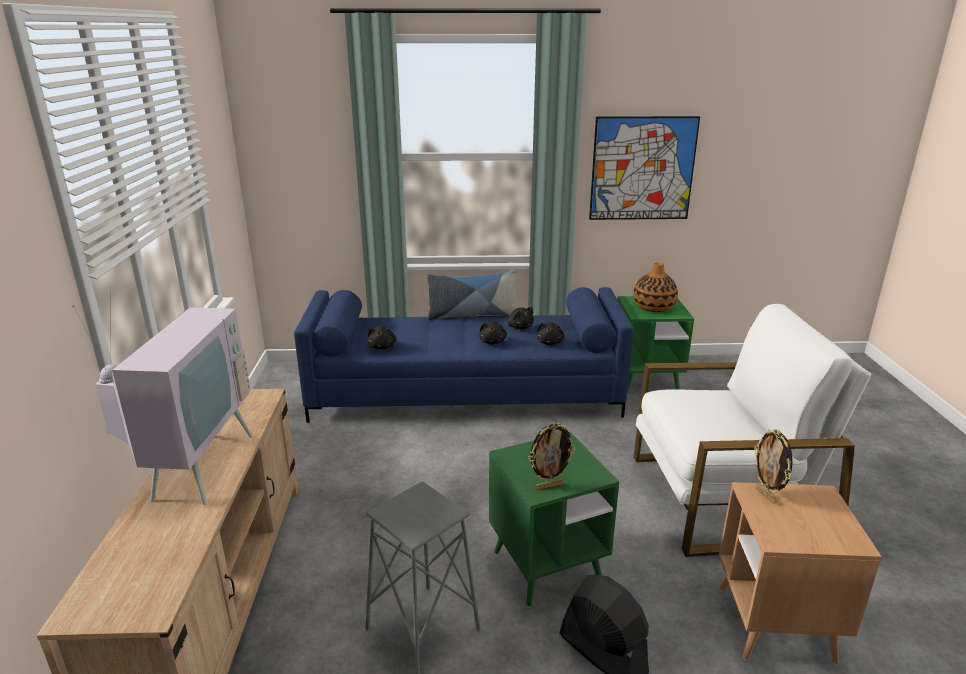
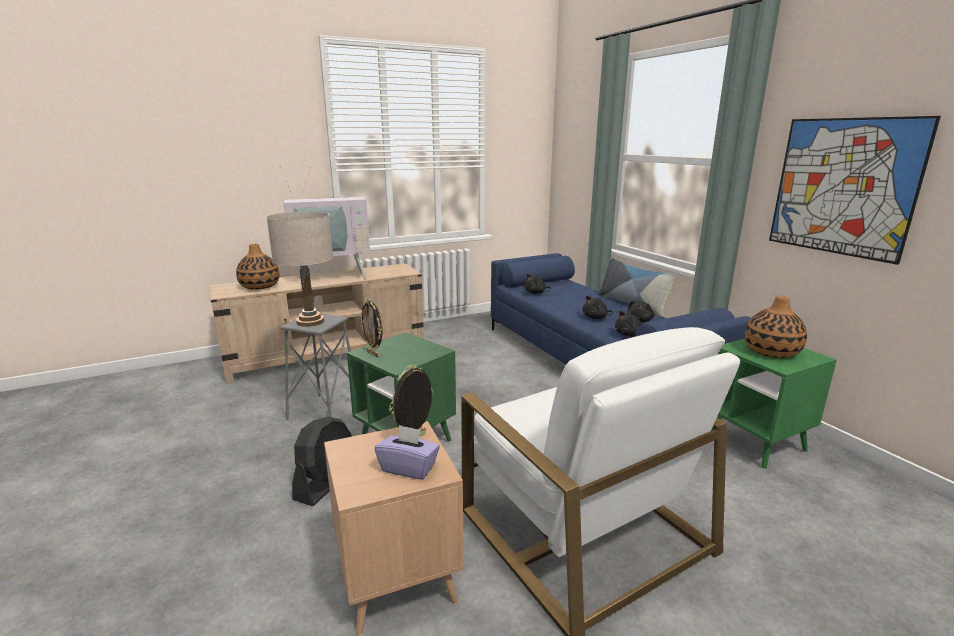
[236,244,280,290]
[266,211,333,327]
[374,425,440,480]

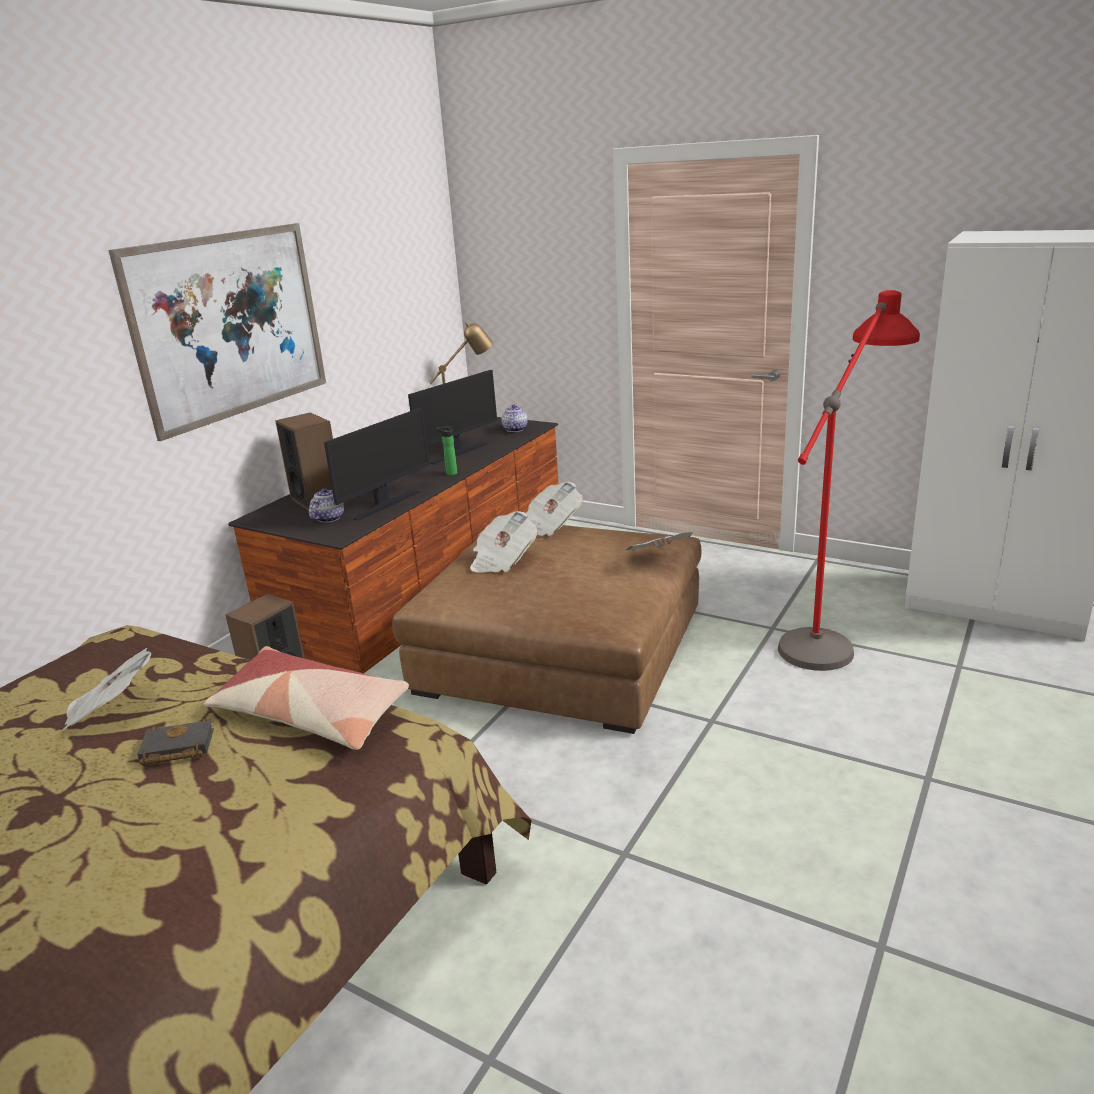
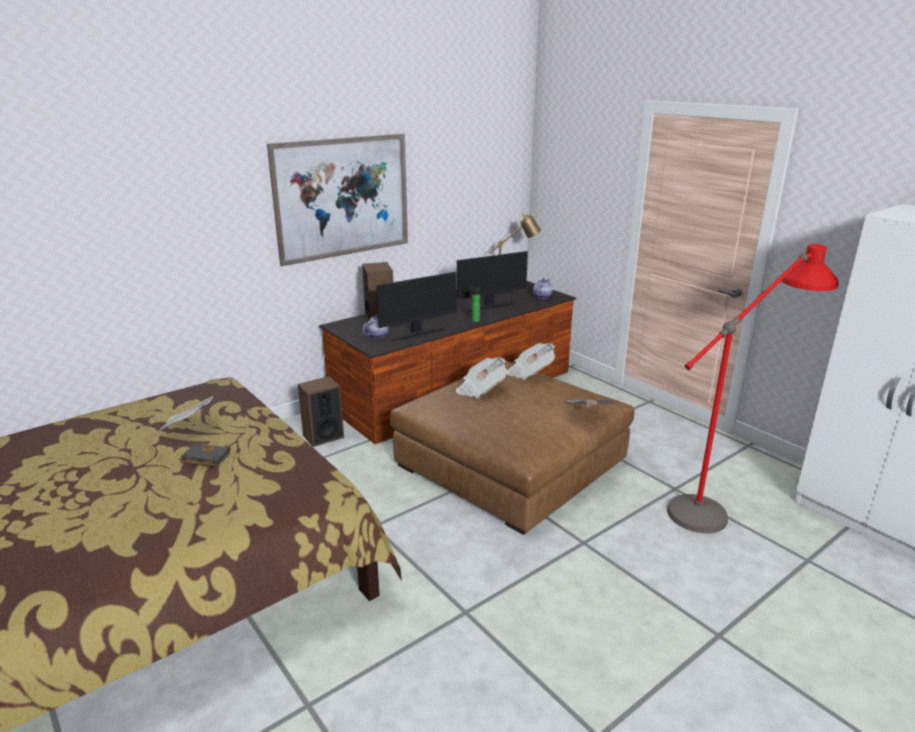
[204,646,409,750] (first image)

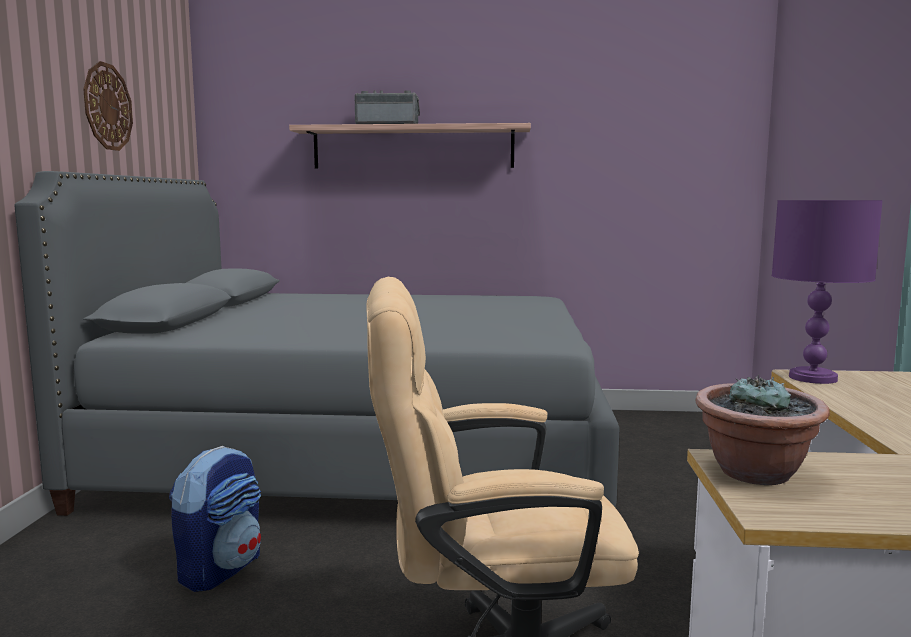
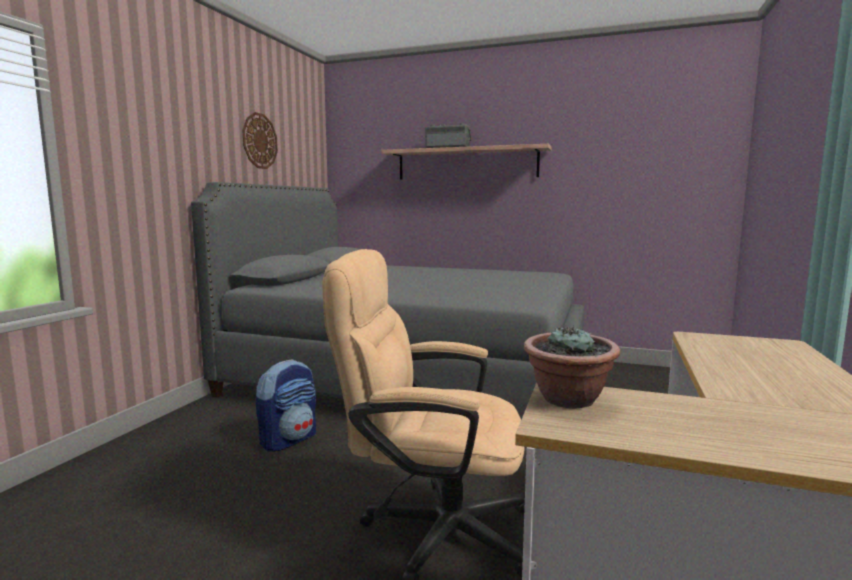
[772,200,883,384] (first image)

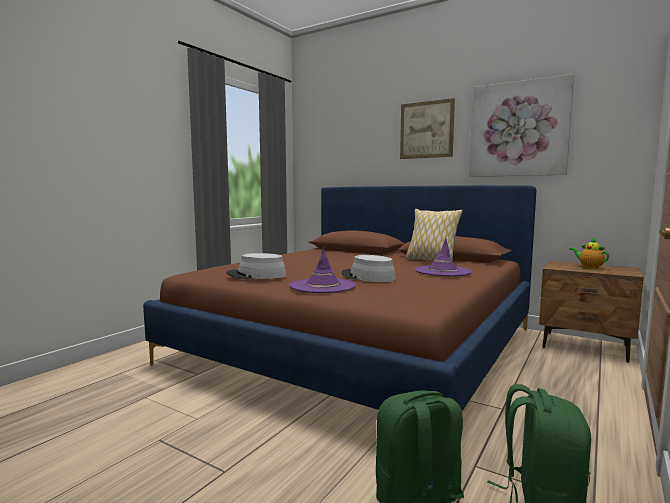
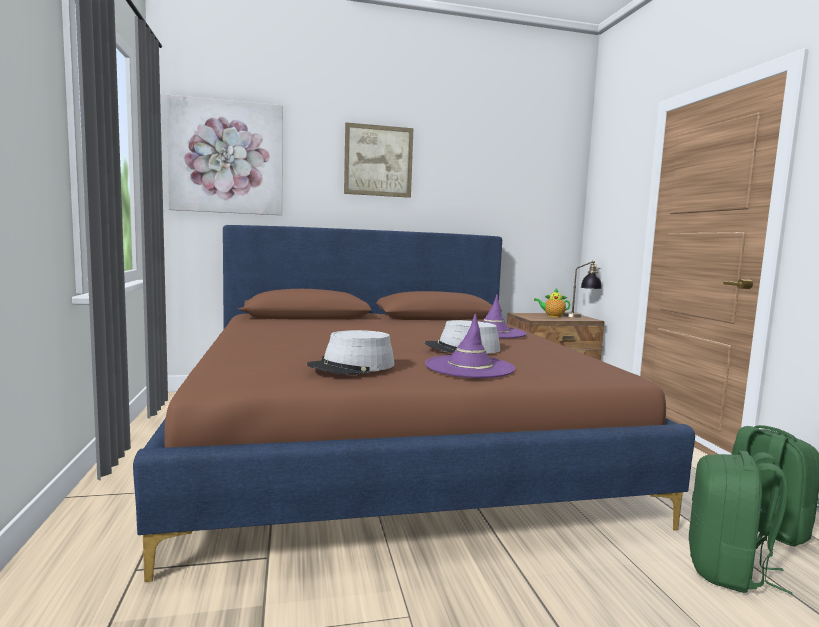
[405,209,463,261] (first image)
[563,260,602,317]
[166,95,283,215]

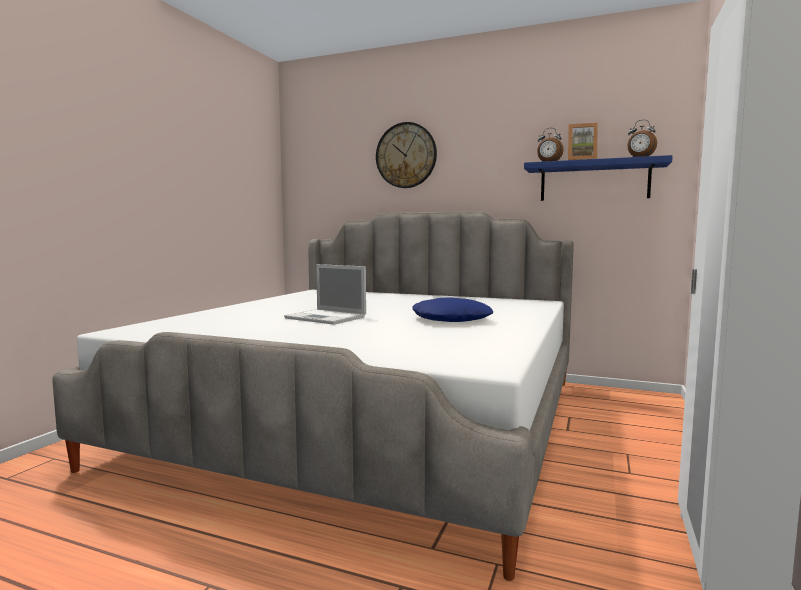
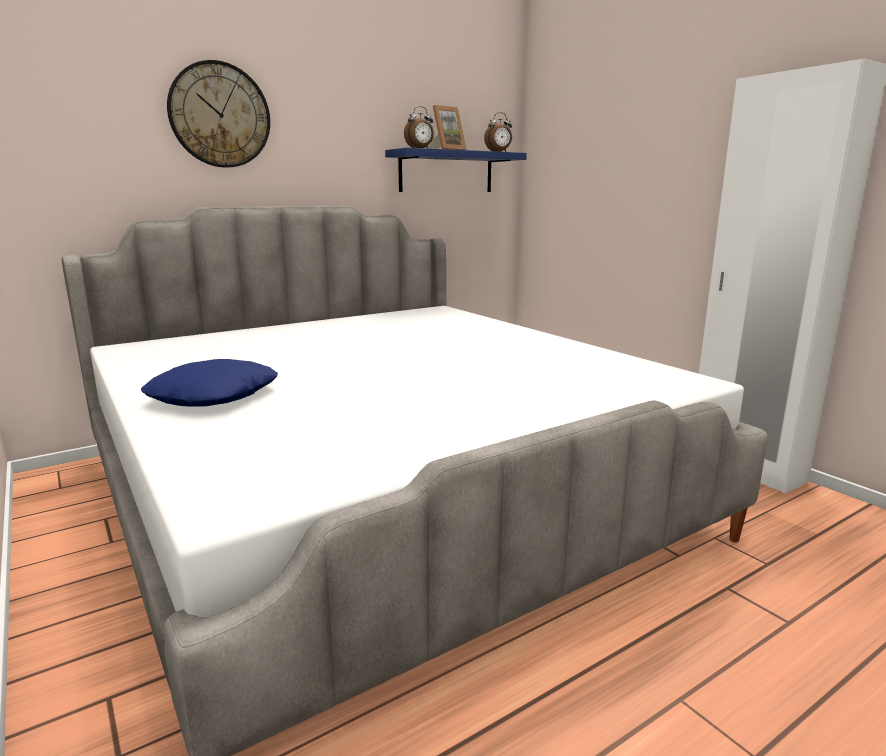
[284,264,366,325] (first image)
[141,359,278,407]

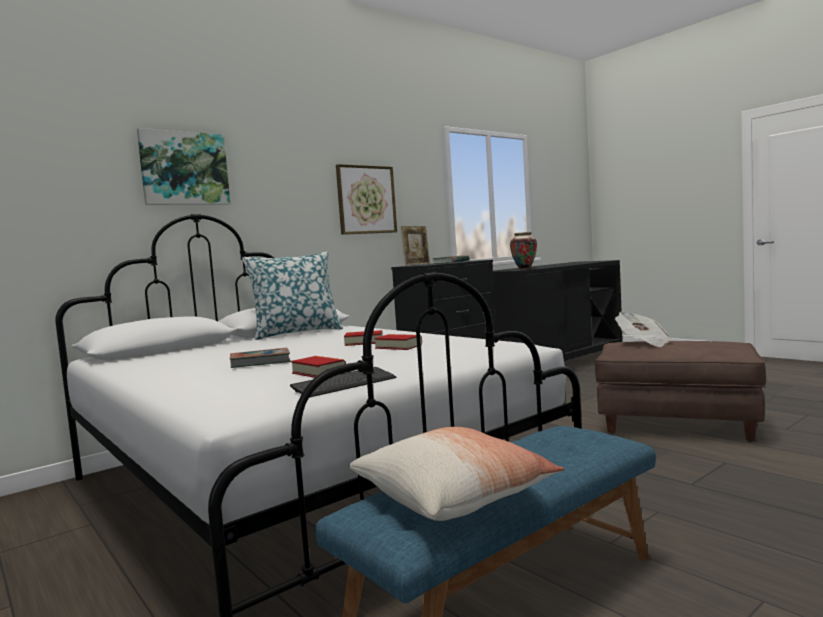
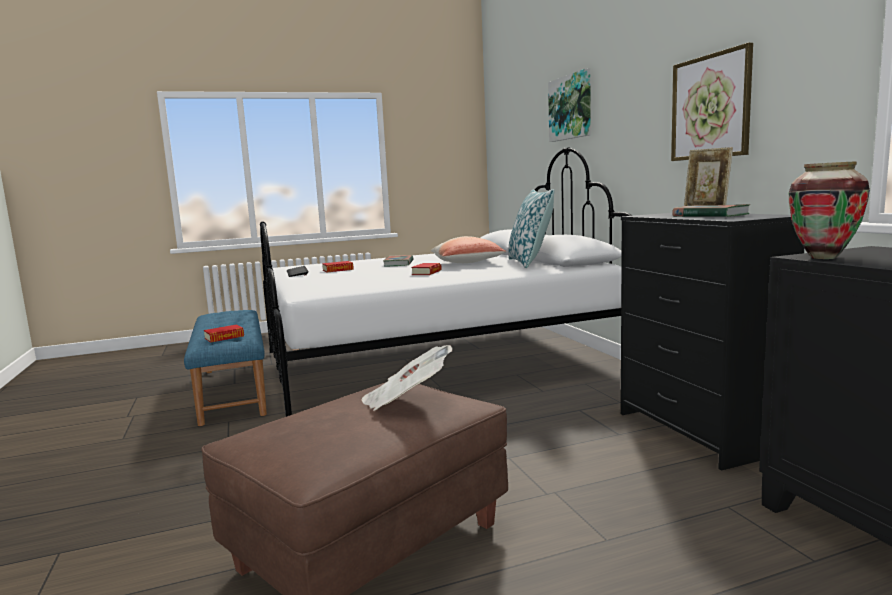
[431,236,507,263]
[204,325,244,343]

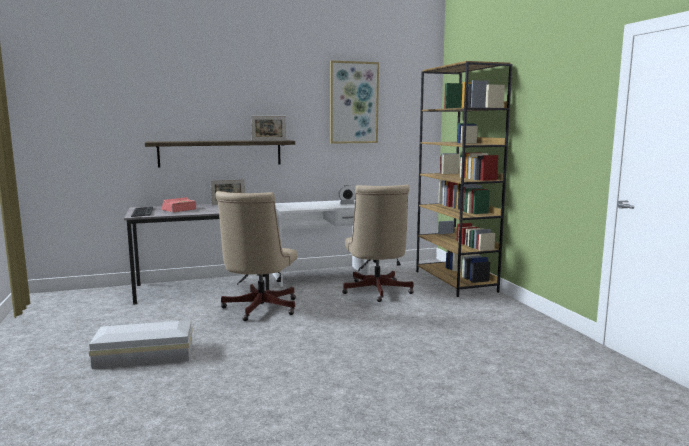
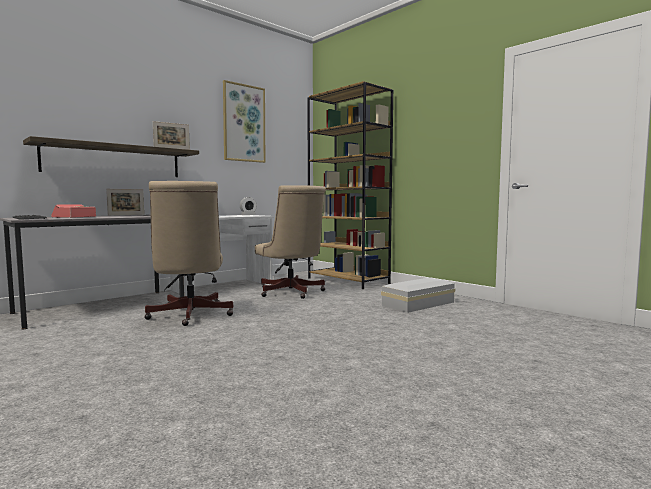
[381,277,455,313]

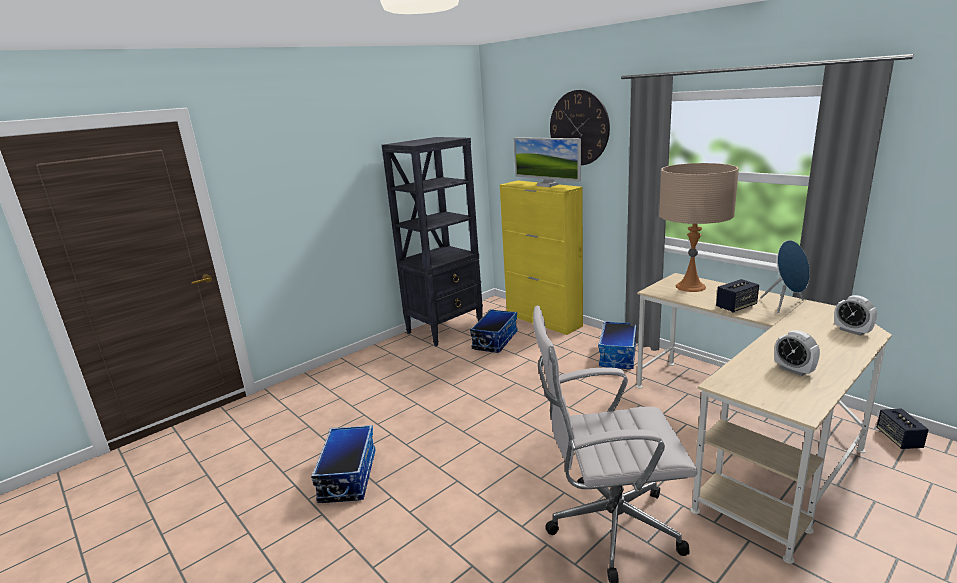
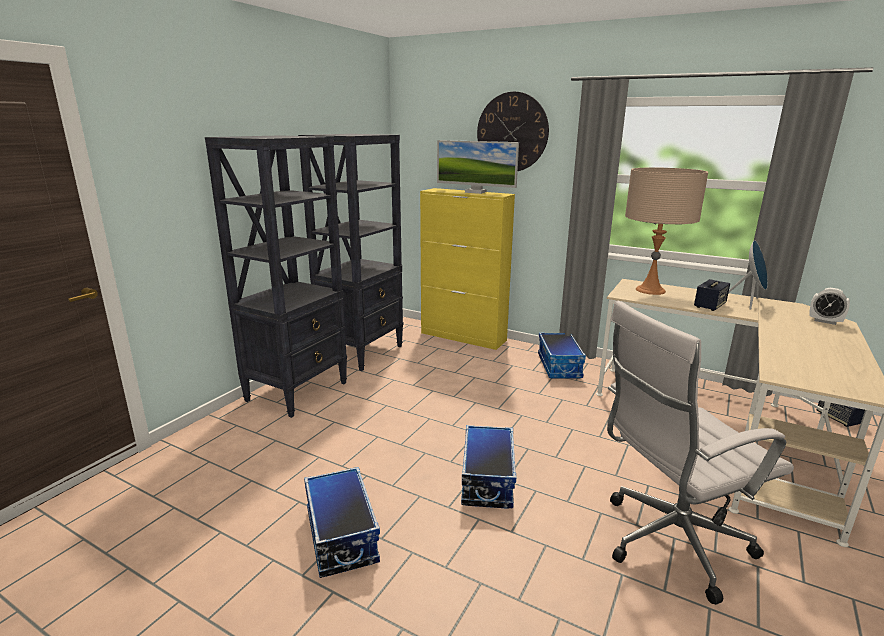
[774,330,820,376] (first image)
[205,135,347,418]
[461,425,516,509]

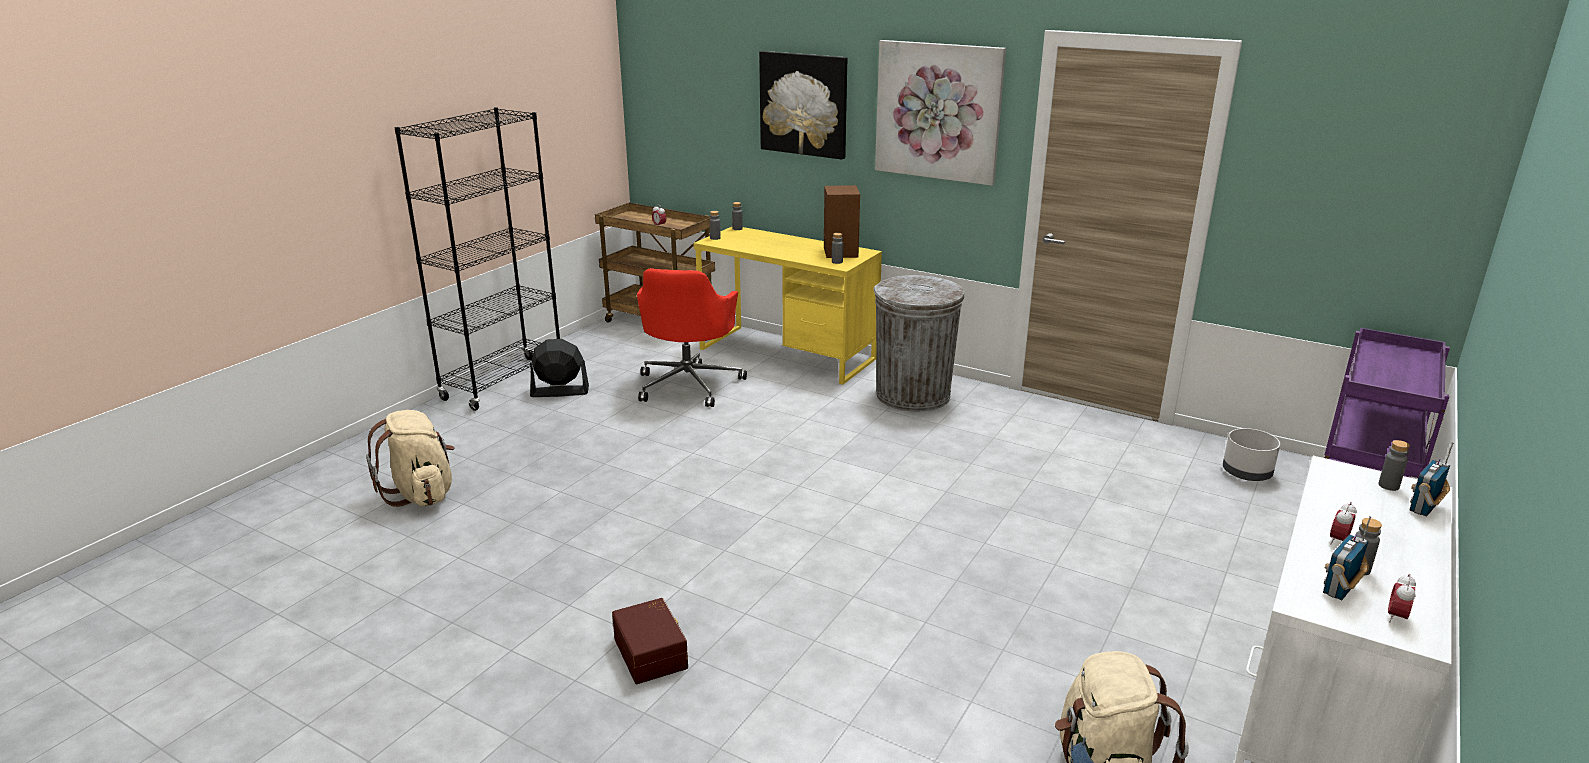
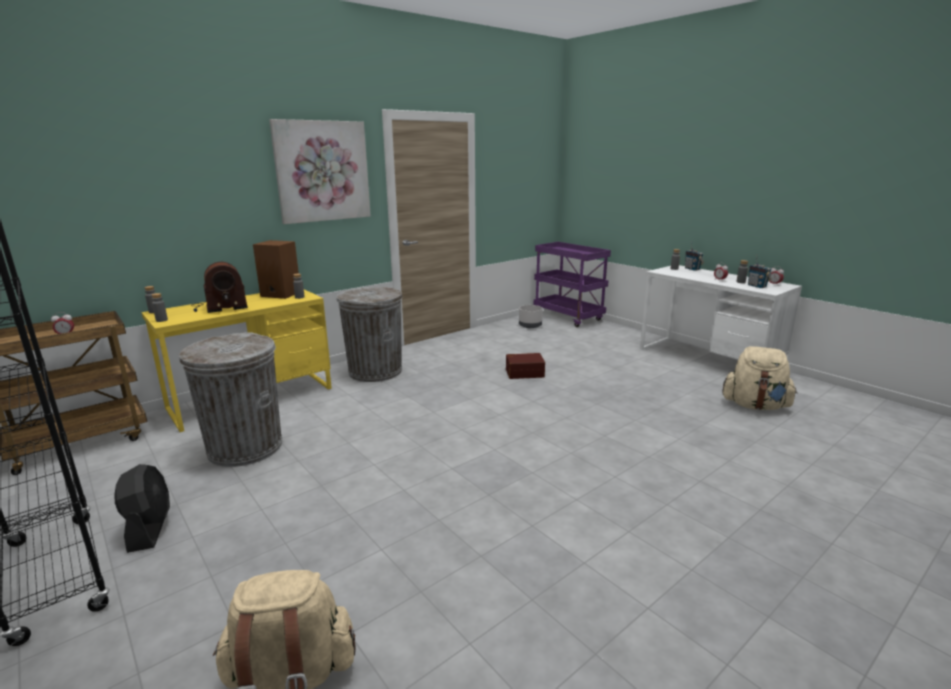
[759,51,847,160] (first image)
[191,262,248,313]
[506,353,545,379]
[179,332,282,467]
[115,464,170,553]

